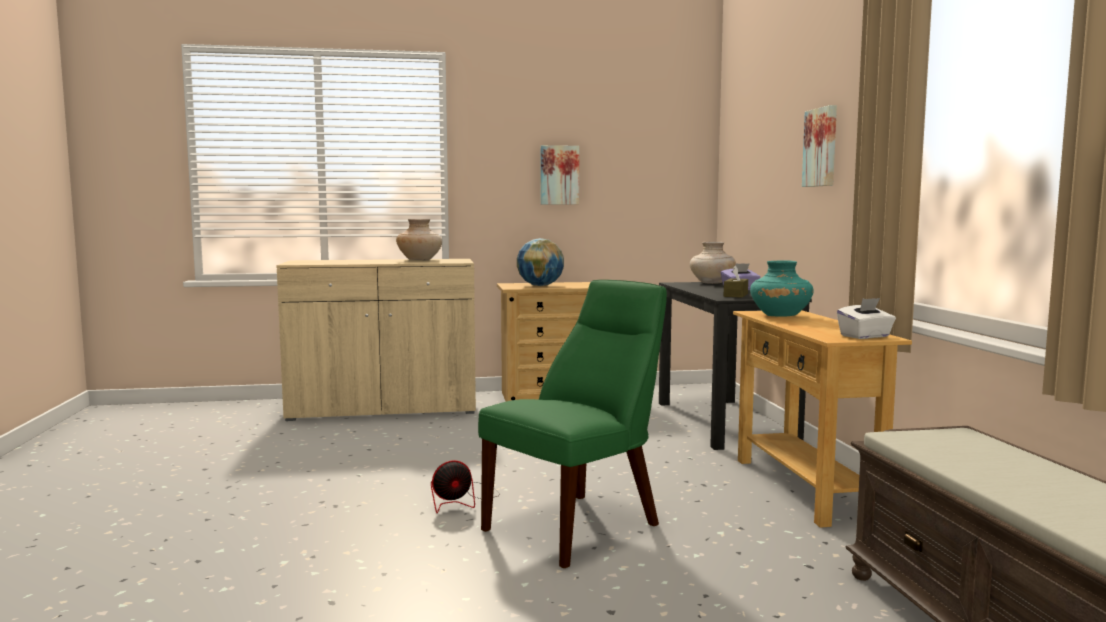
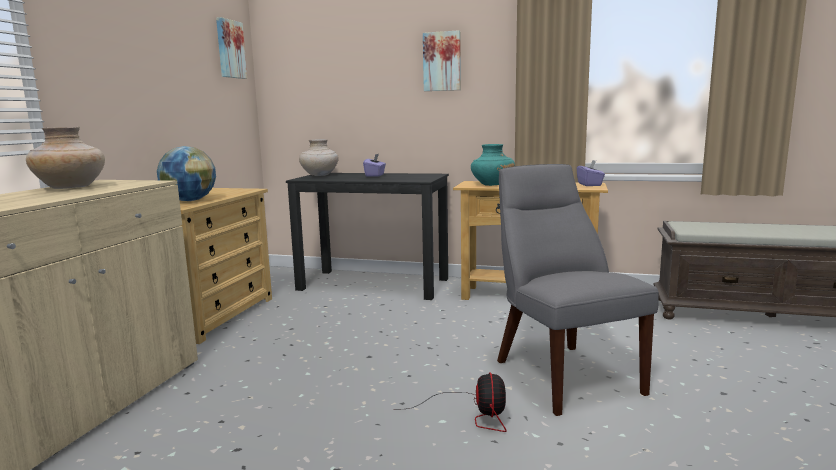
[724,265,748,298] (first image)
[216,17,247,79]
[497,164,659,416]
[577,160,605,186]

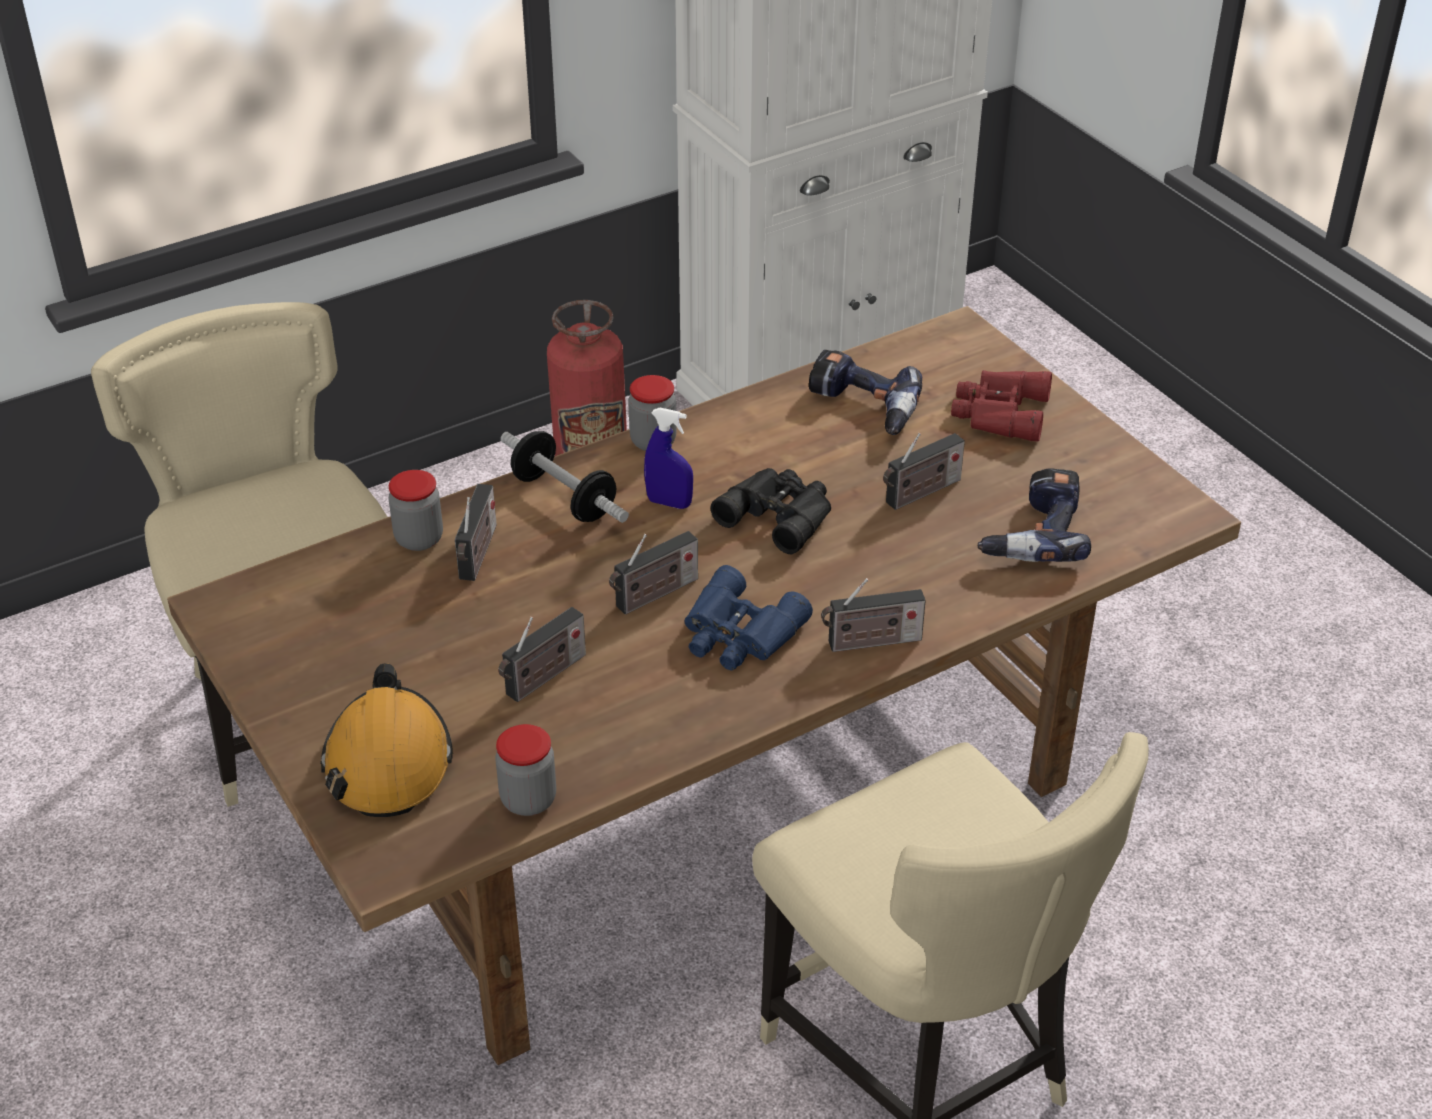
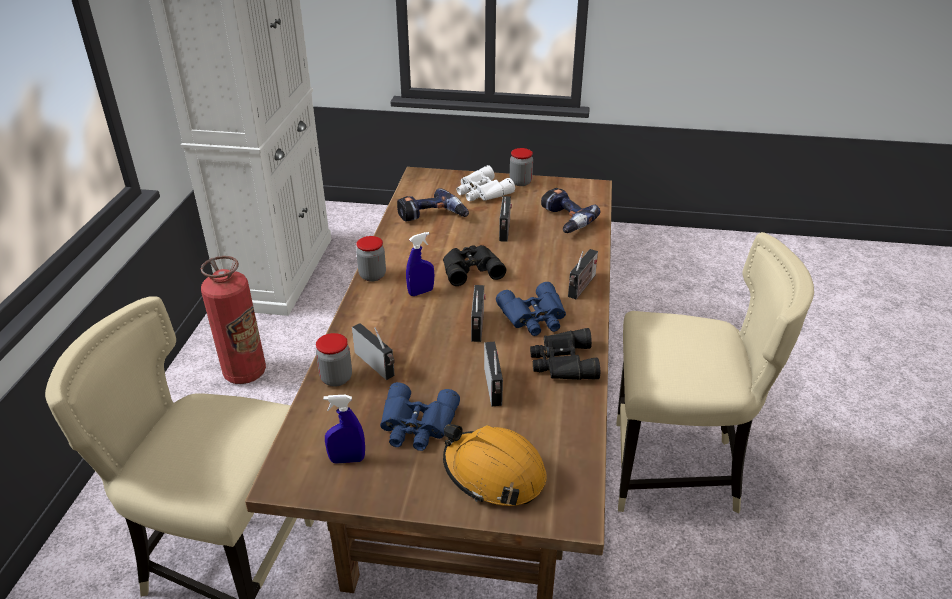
[500,431,629,523] (first image)
[323,395,365,464]
[380,382,460,451]
[530,328,600,380]
[510,148,533,186]
[457,165,515,201]

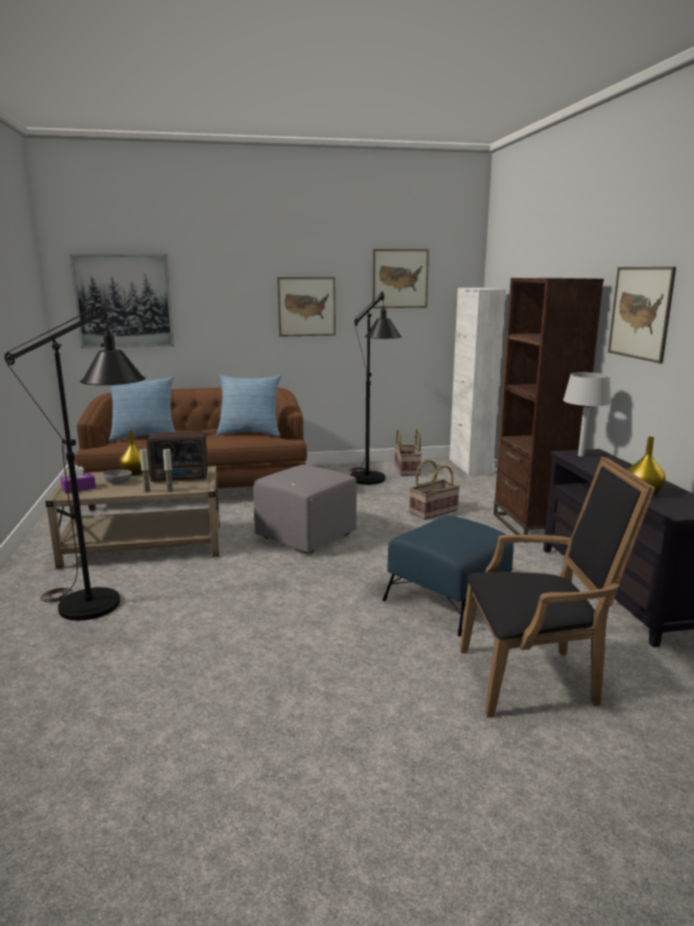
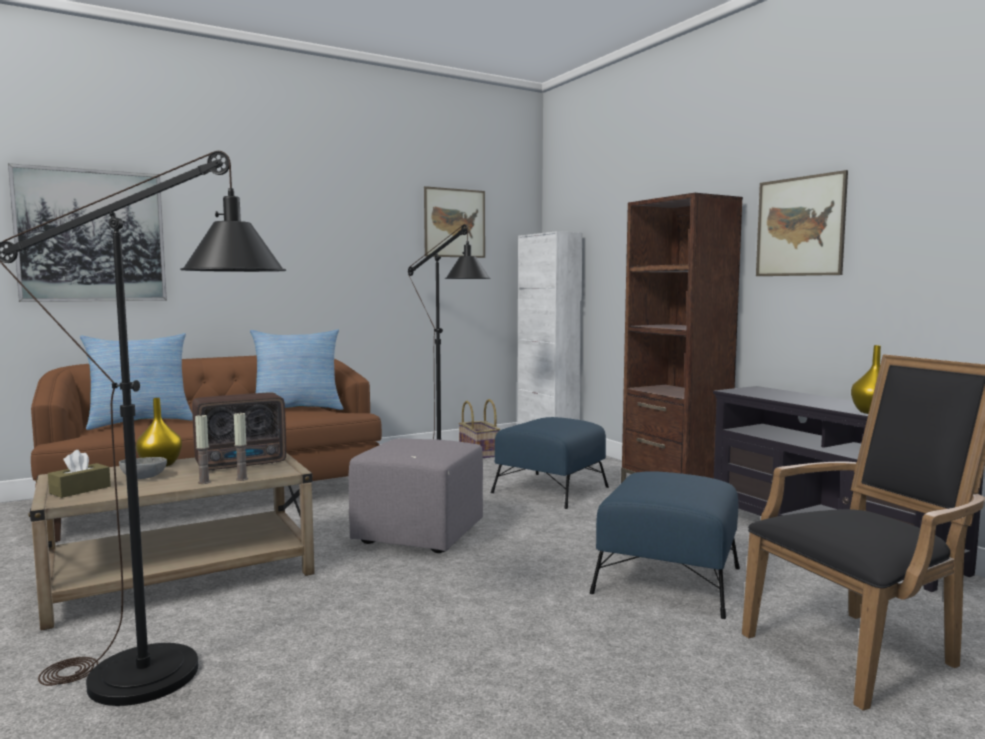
[277,277,336,337] (first image)
[563,372,611,456] (first image)
[491,417,609,509]
[48,450,111,498]

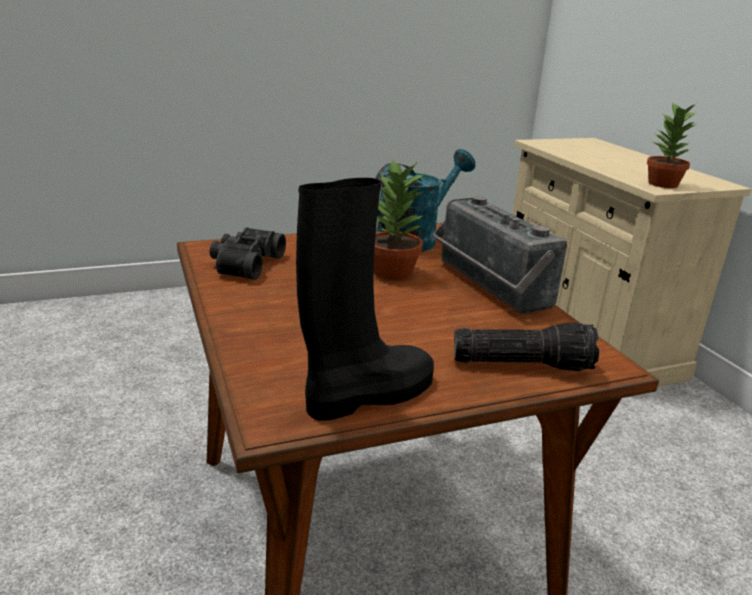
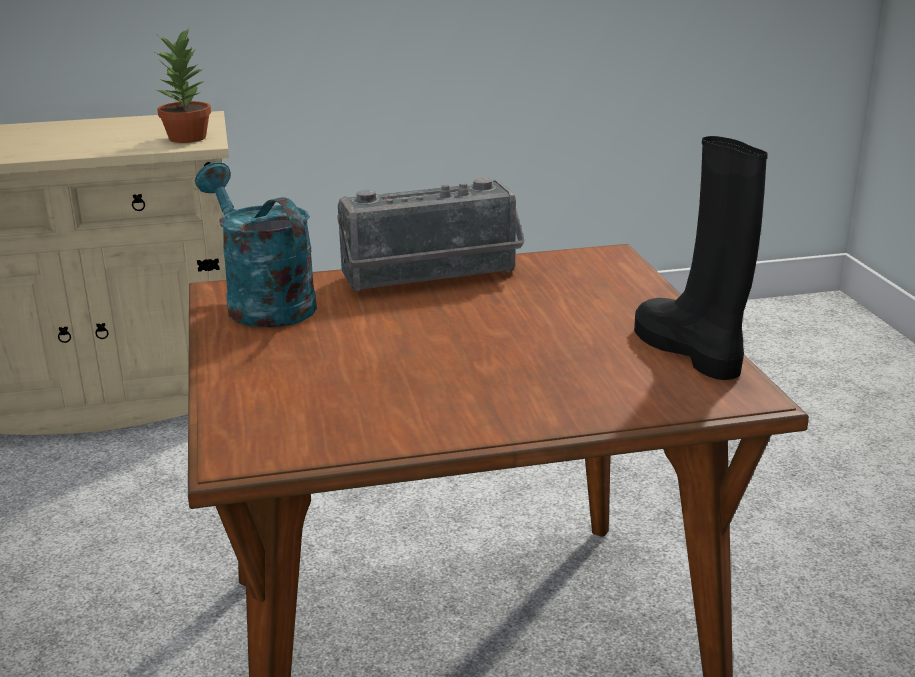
[210,227,286,280] (first image)
[374,160,426,280] (first image)
[454,322,599,371] (first image)

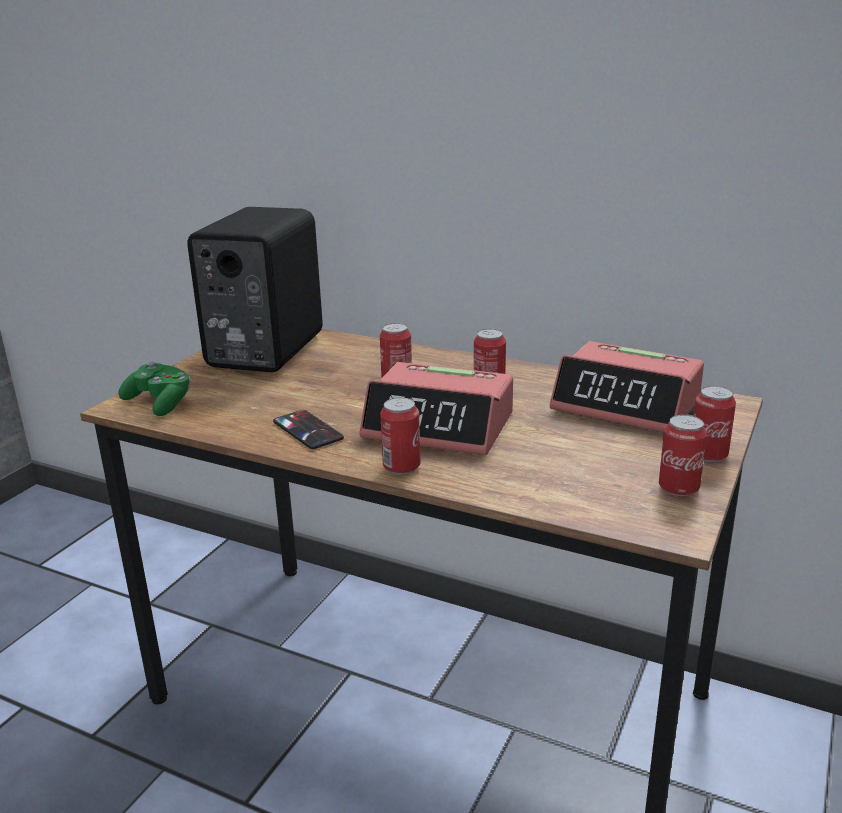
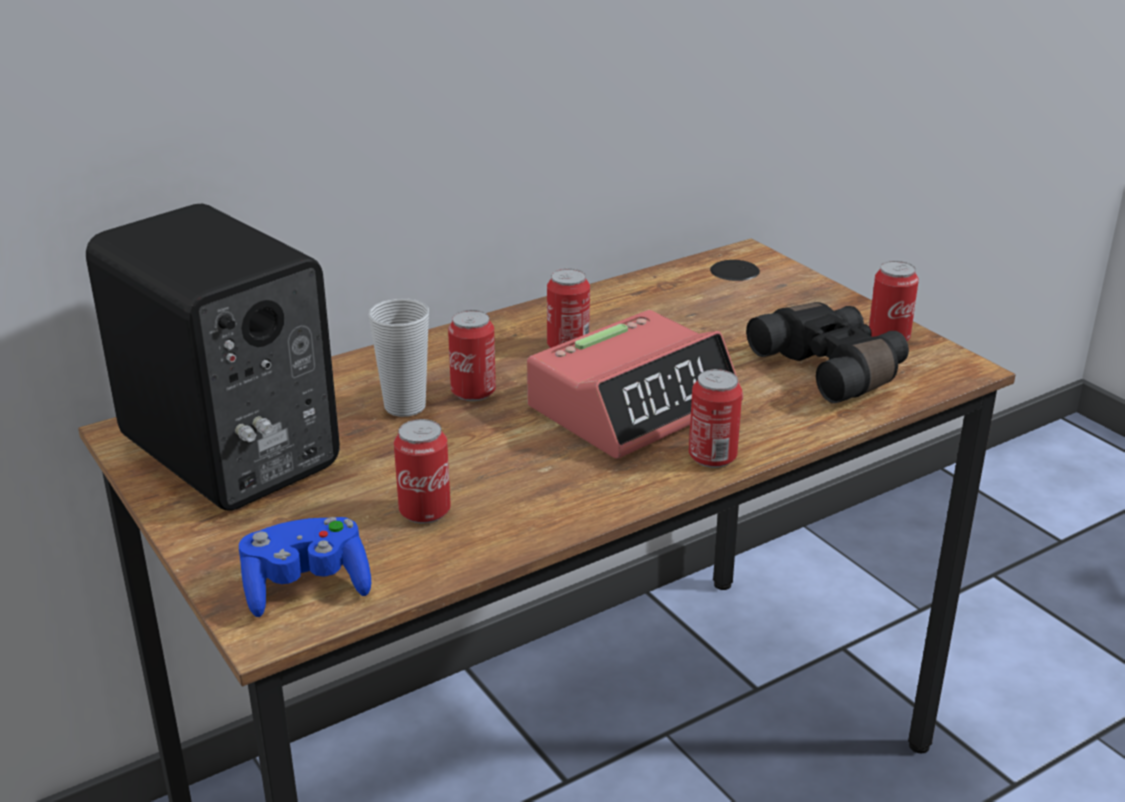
[273,410,344,449] (first image)
[550,341,704,433] (first image)
[369,298,429,417]
[746,302,909,403]
[394,419,451,524]
[239,517,371,617]

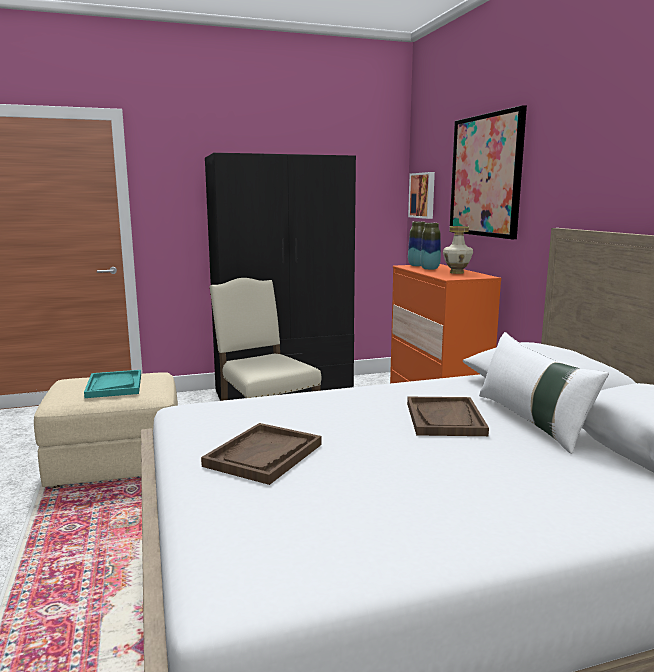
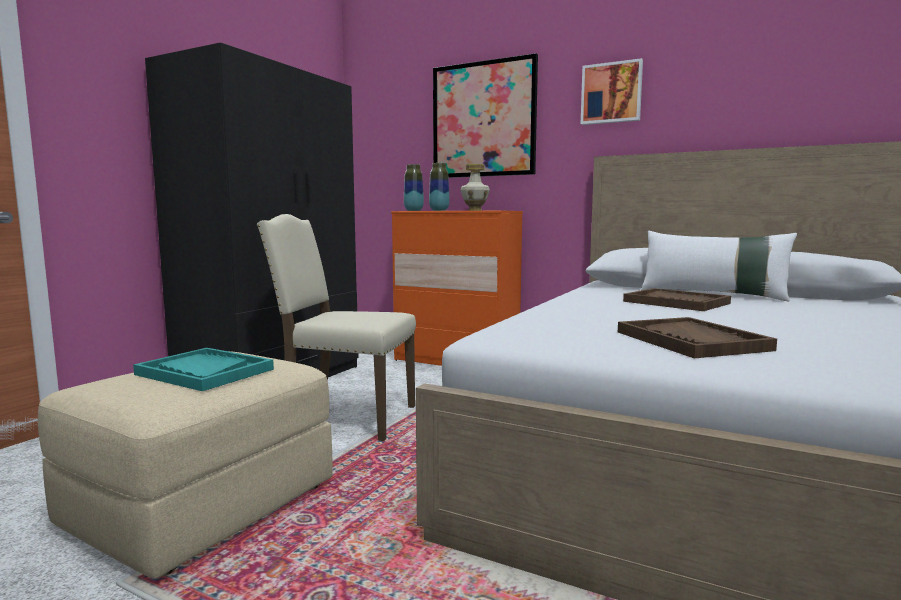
[581,58,643,125]

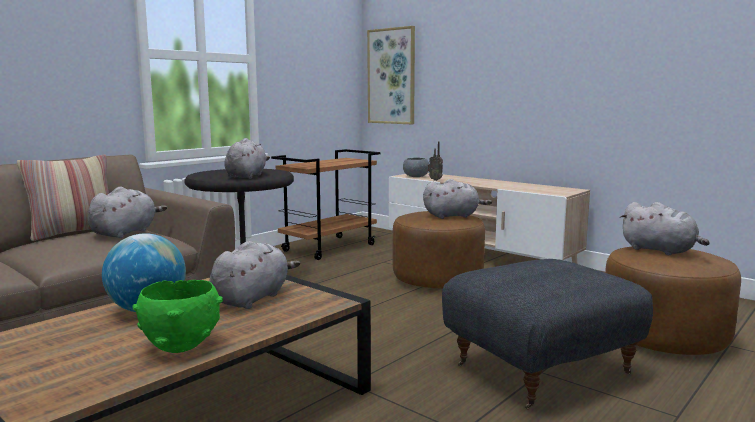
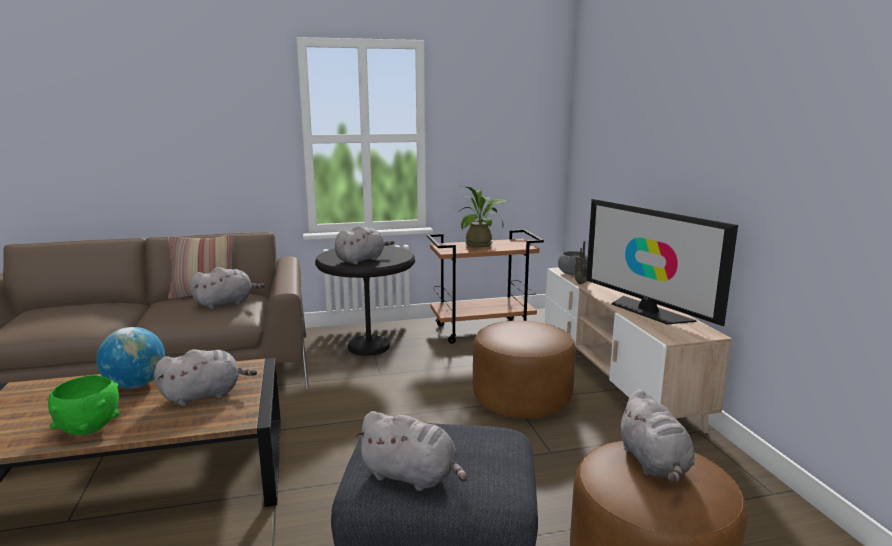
[367,26,415,124] (first image)
[458,186,510,247]
[586,199,738,326]
[355,411,467,491]

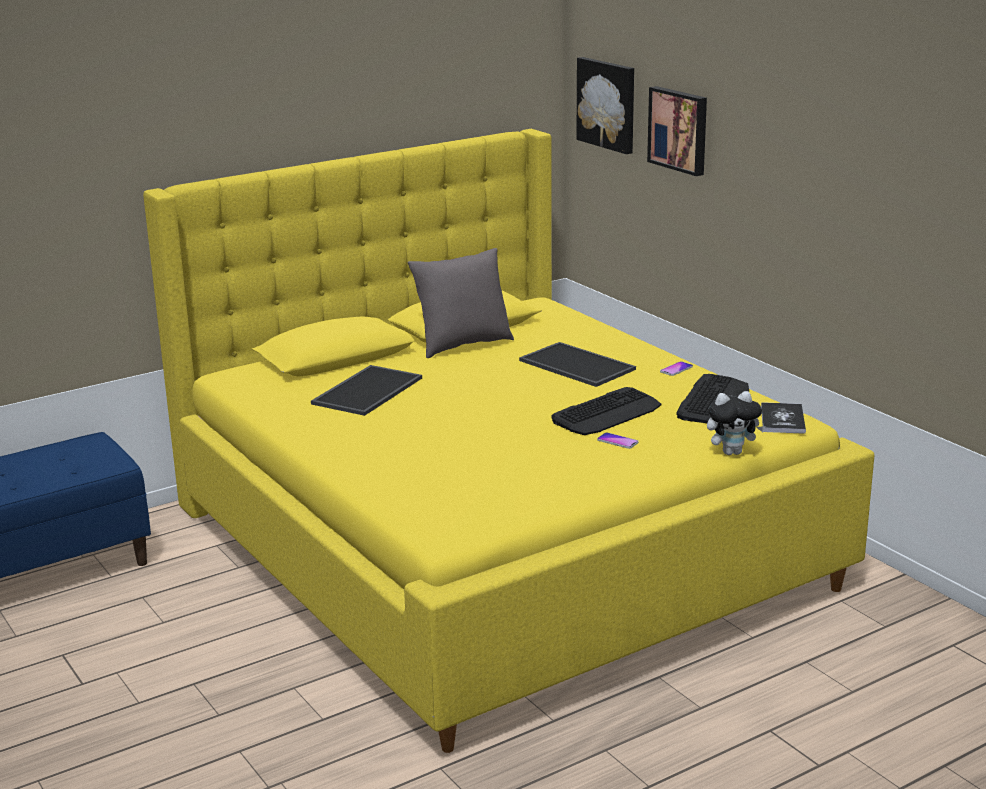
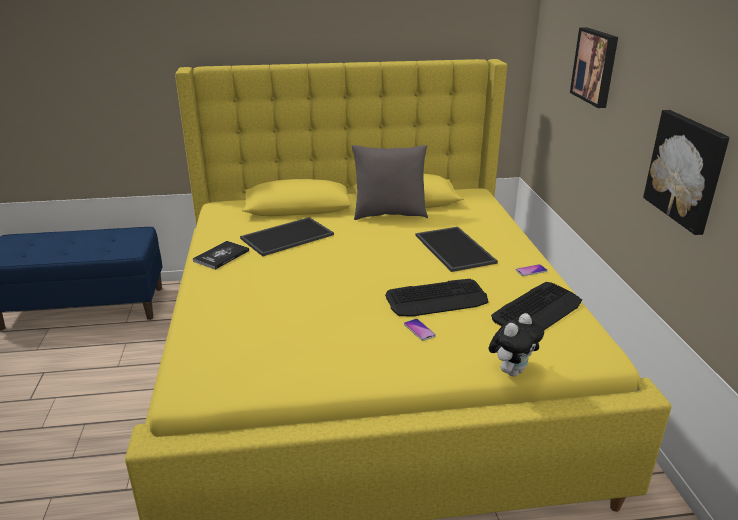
[643,110,730,235]
[193,241,249,270]
[489,313,544,377]

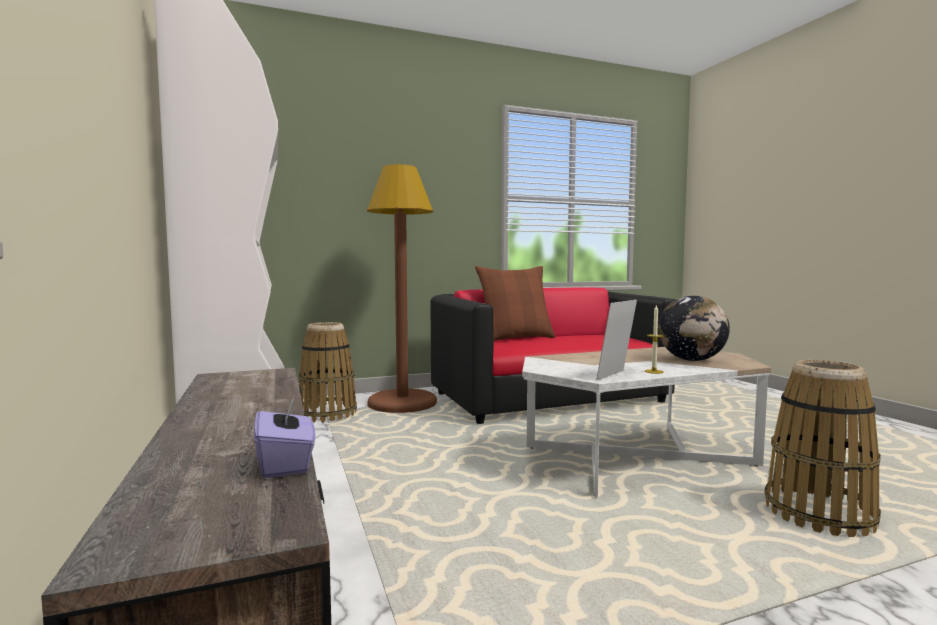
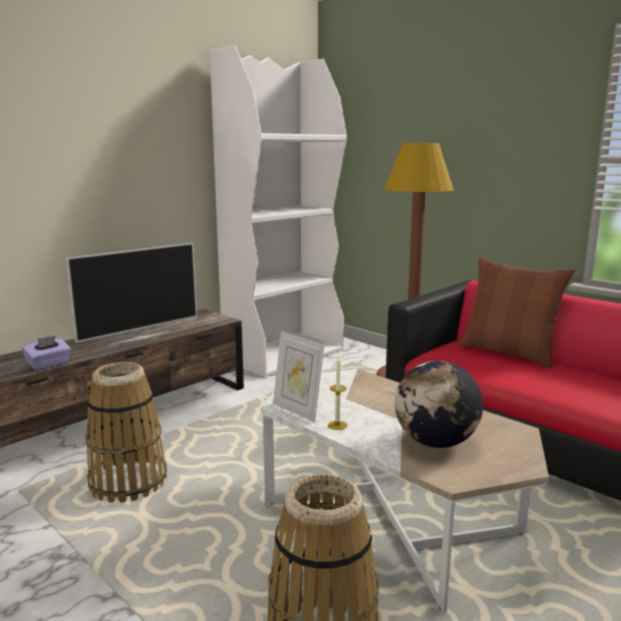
[66,243,197,346]
[86,362,167,503]
[273,331,325,423]

